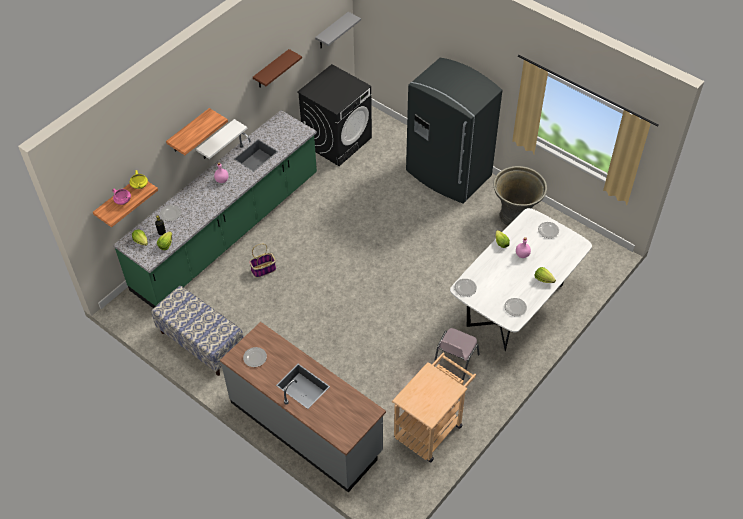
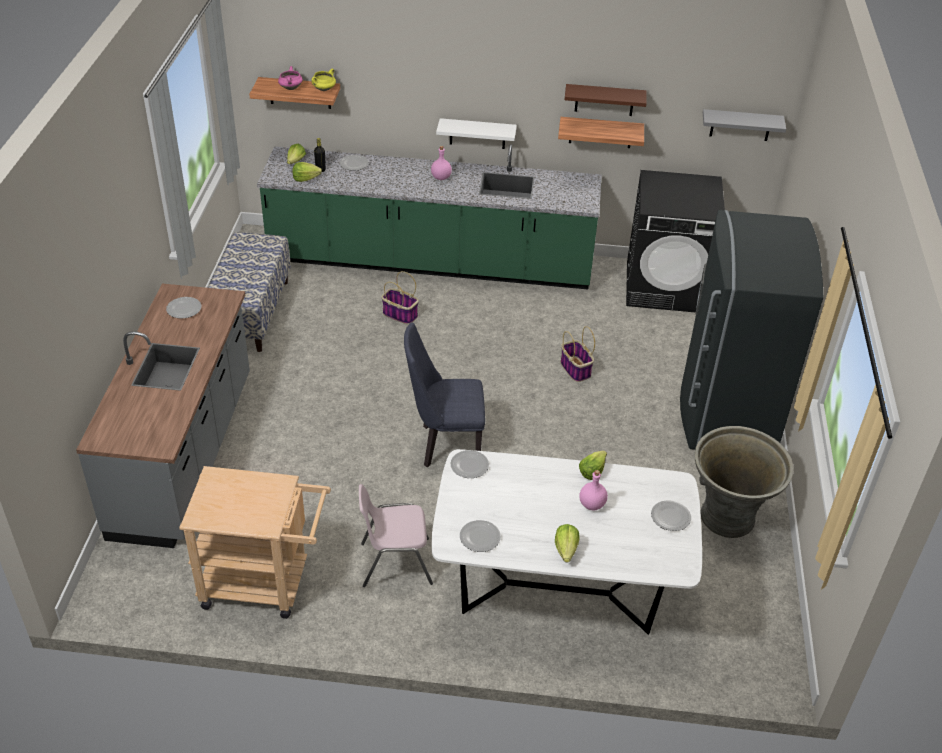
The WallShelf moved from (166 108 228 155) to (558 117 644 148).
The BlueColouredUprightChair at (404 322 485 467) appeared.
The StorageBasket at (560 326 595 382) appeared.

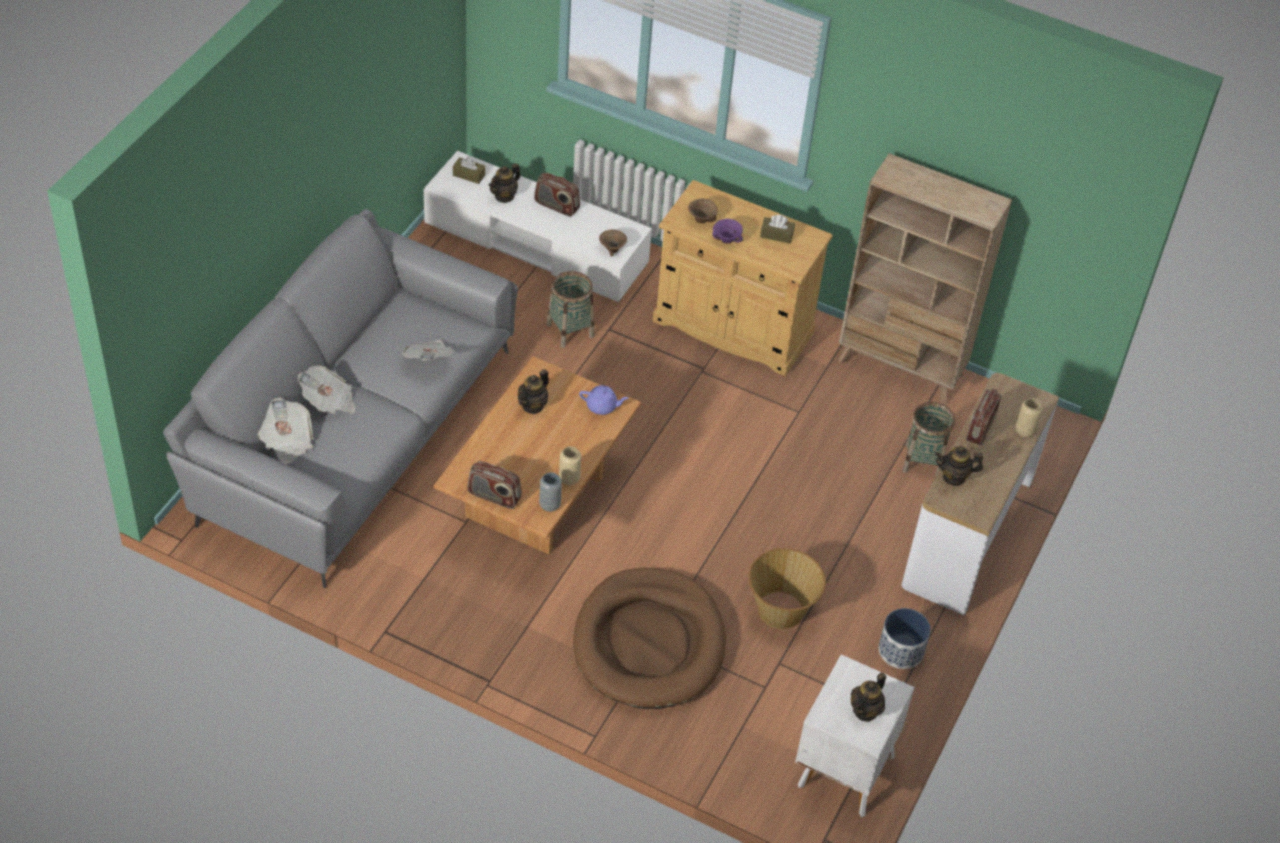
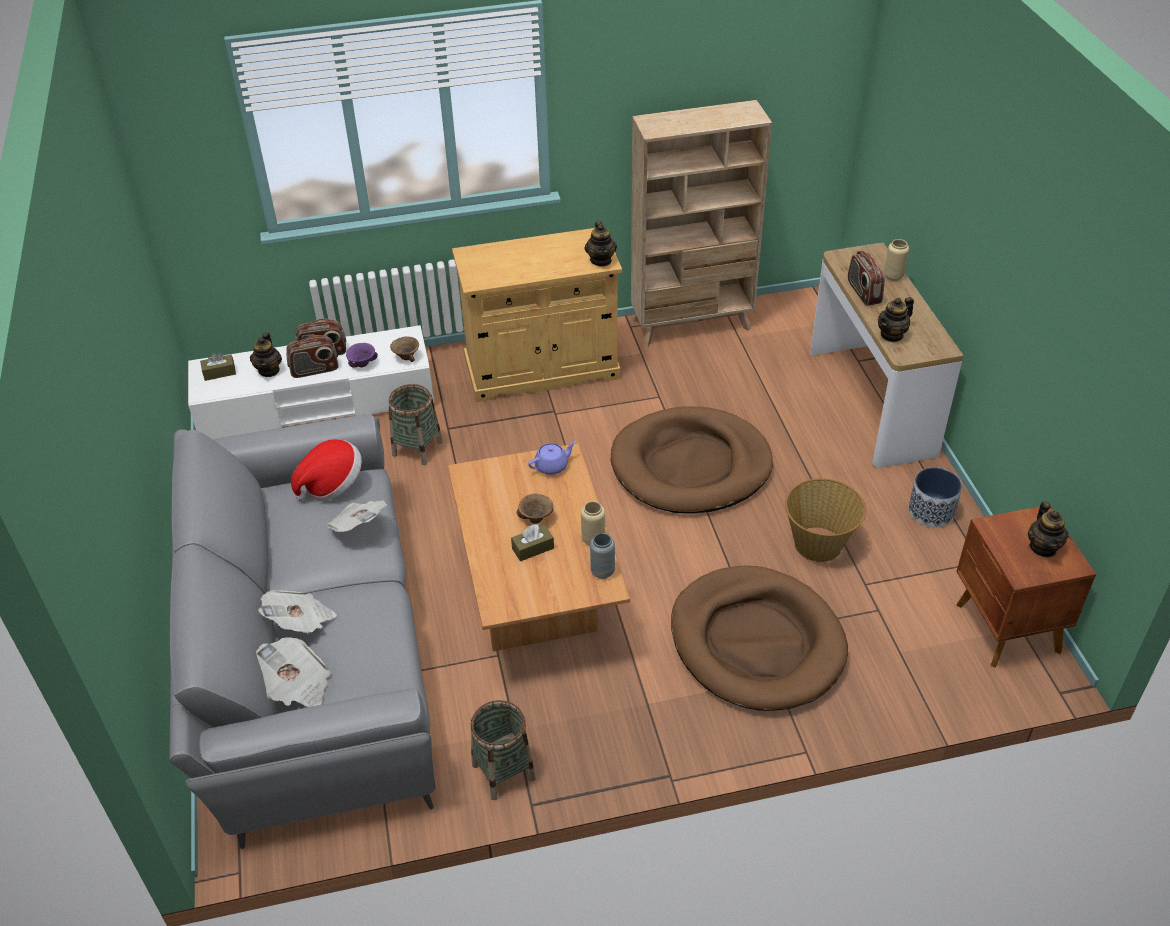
The Radio moved from (467 461 522 509) to (286 335 339 378).
The Teapot moved from (518 369 549 414) to (585 221 617 267).
The BrownDeepDish moved from (688 199 718 223) to (517 494 553 524).
The PurplishDeepDish moved from (712 219 743 244) to (346 343 378 367).
The BrownTissueHolder moved from (760 215 795 244) to (511 524 554 561).
The WhiteNightTable at (795 654 915 817) became the BrownNightTable at (956 506 1096 667).
The StorageBasket moved from (902 402 955 477) to (470 700 536 800).
The Hat at (291 439 362 501) appeared.
The BrownPetBed at (611 406 773 514) appeared.

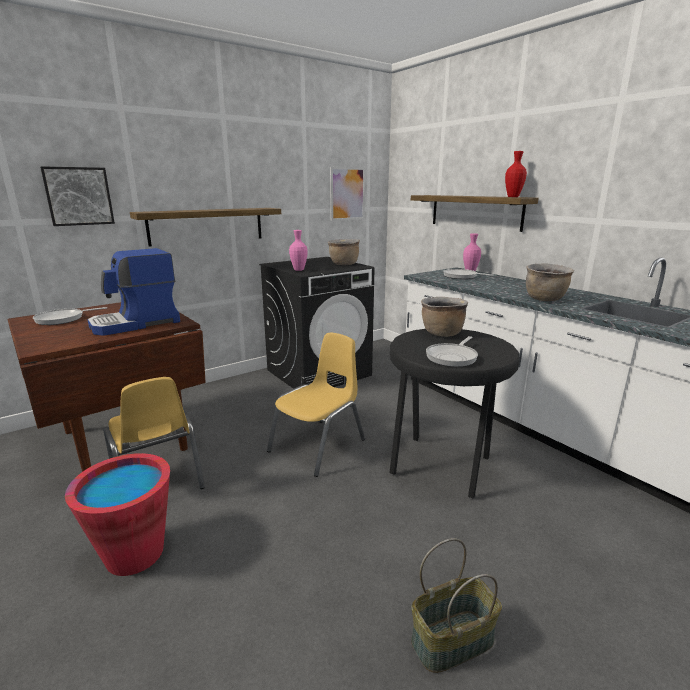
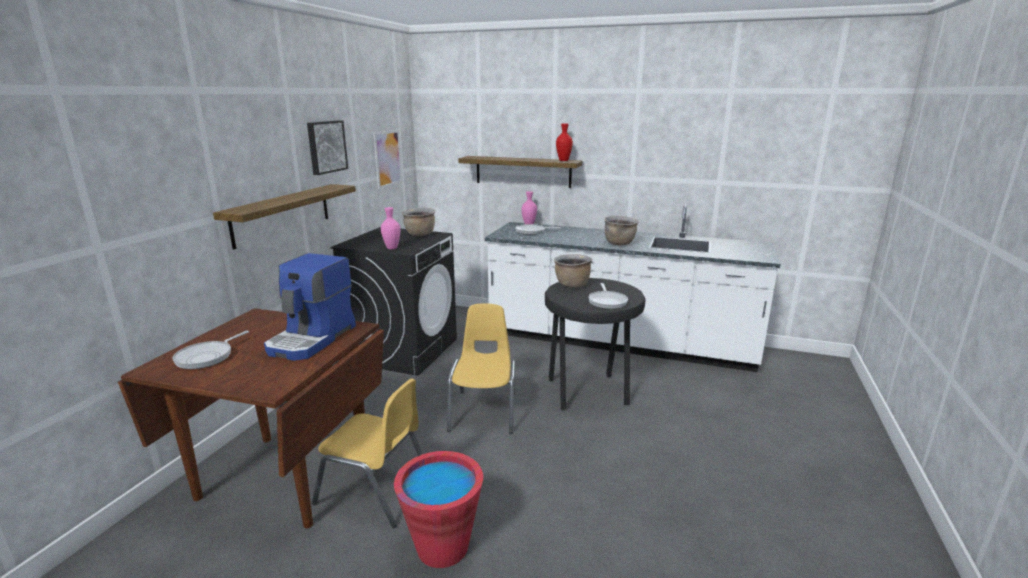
The WallPicture moved from (40 166 115 226) to (307 120 348 175).
The StorageBasket at (411 538 502 673) disappeared.

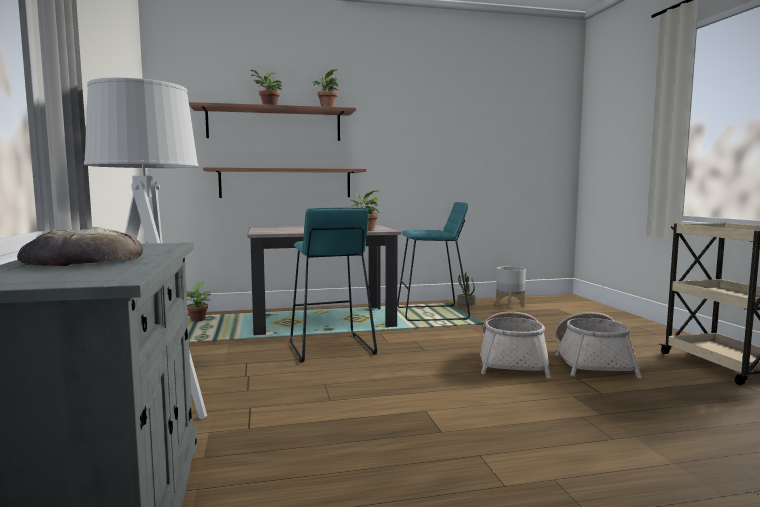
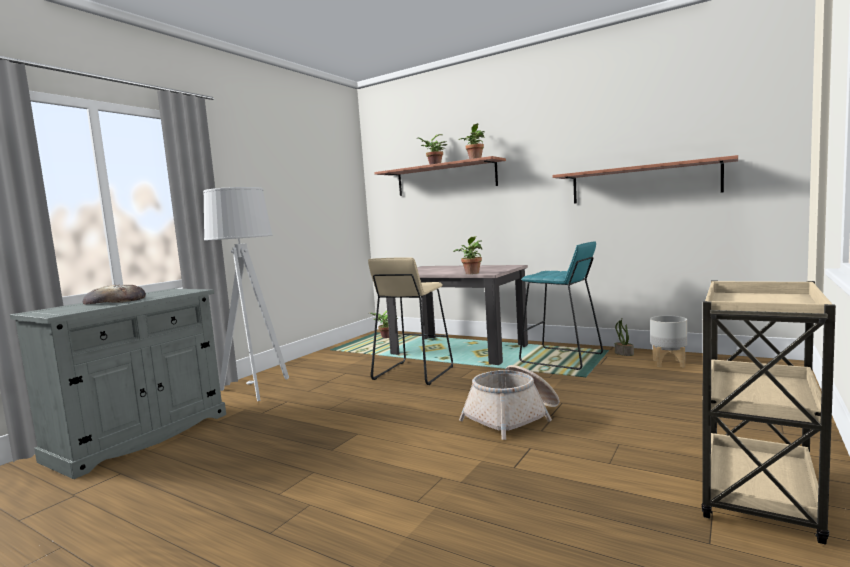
The WallShelf moved from (203 167 366 198) to (552 155 738 204).
The TurquoiseColouredStool at (290 207 377 363) became the SandColouredStool at (368 257 453 385).
The StorageBasket at (555 312 642 379) disappeared.

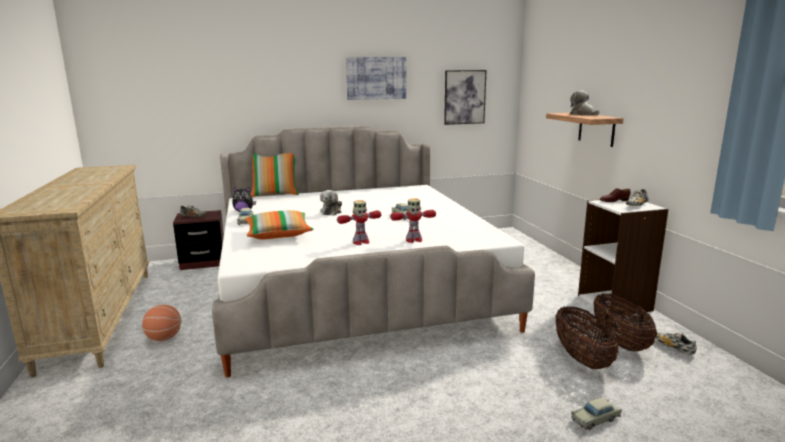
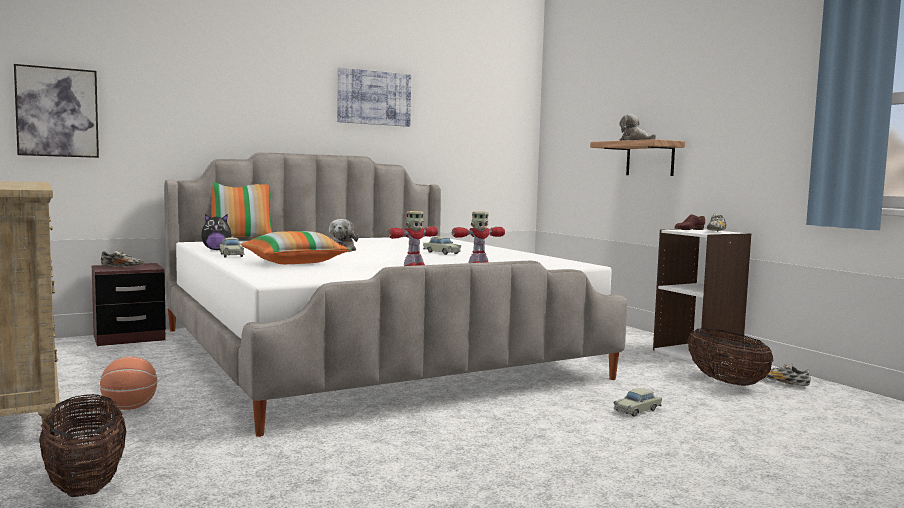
The WallPicture moved from (444 70 486 125) to (14 64 99 158).
The StorageBasket moved from (556 306 619 369) to (39 394 127 497).
The SandColouredMiniatureCar moved from (571 398 622 430) to (614 388 662 417).

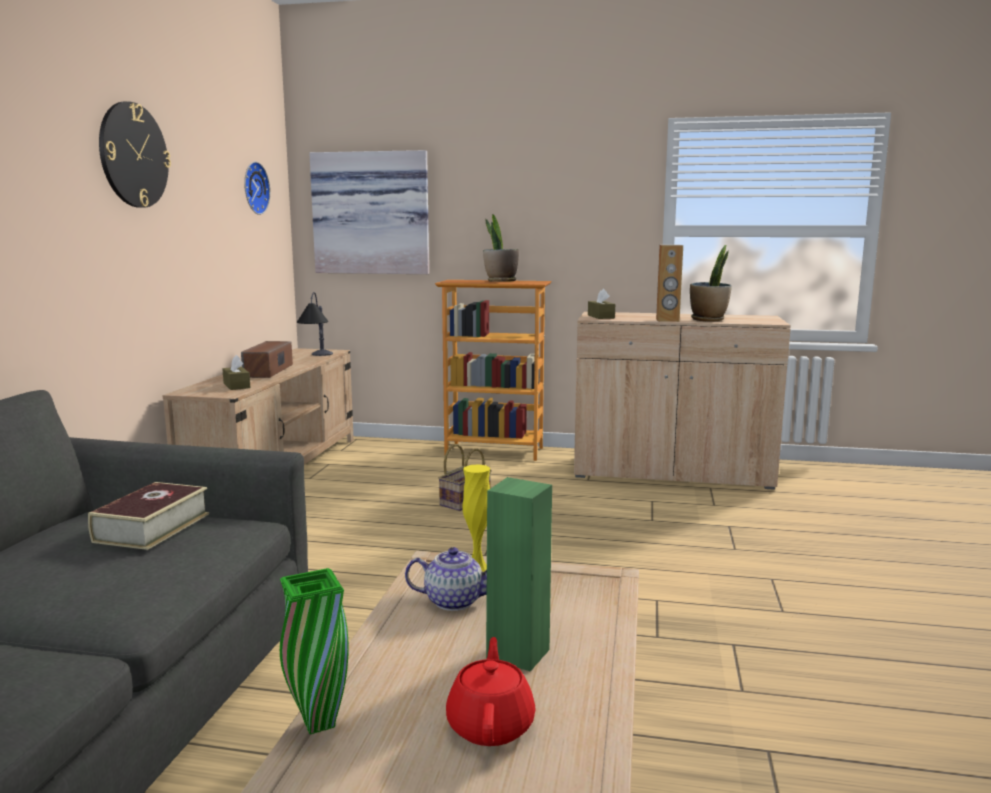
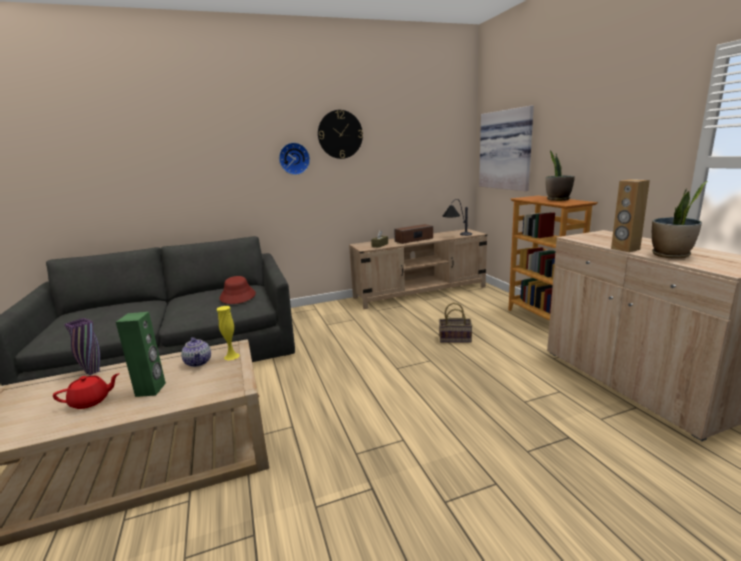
The BoundBook at (88 482 209 550) was replaced by the ReddishHat at (219 276 256 304).
The HangingClock moved from (244 162 270 215) to (279 142 310 175).
The GreenFlowerVase at (280 568 349 734) became the PurplishFlowerVase at (65 318 100 375).
The BrownTissueHolder at (588 289 615 319) disappeared.

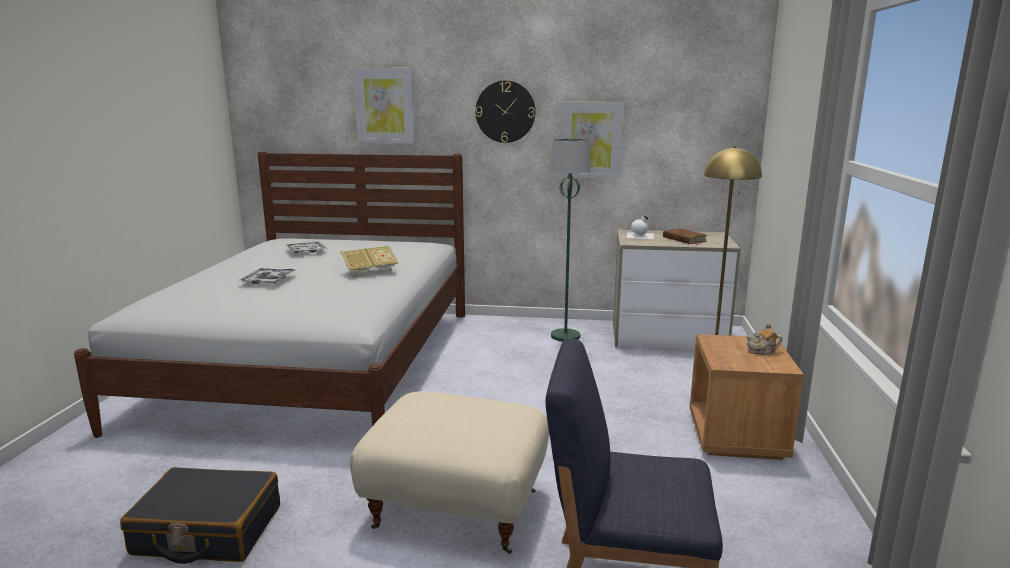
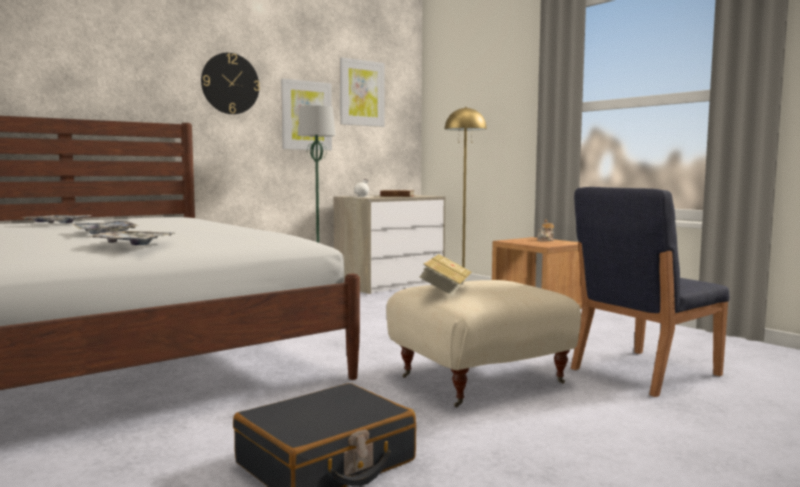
The BoundBook moved from (341 246 398 277) to (420 254 472 296).
The WallPicture moved from (353 68 415 143) to (340 57 385 127).
The Tray at (87 231 175 245) appeared.

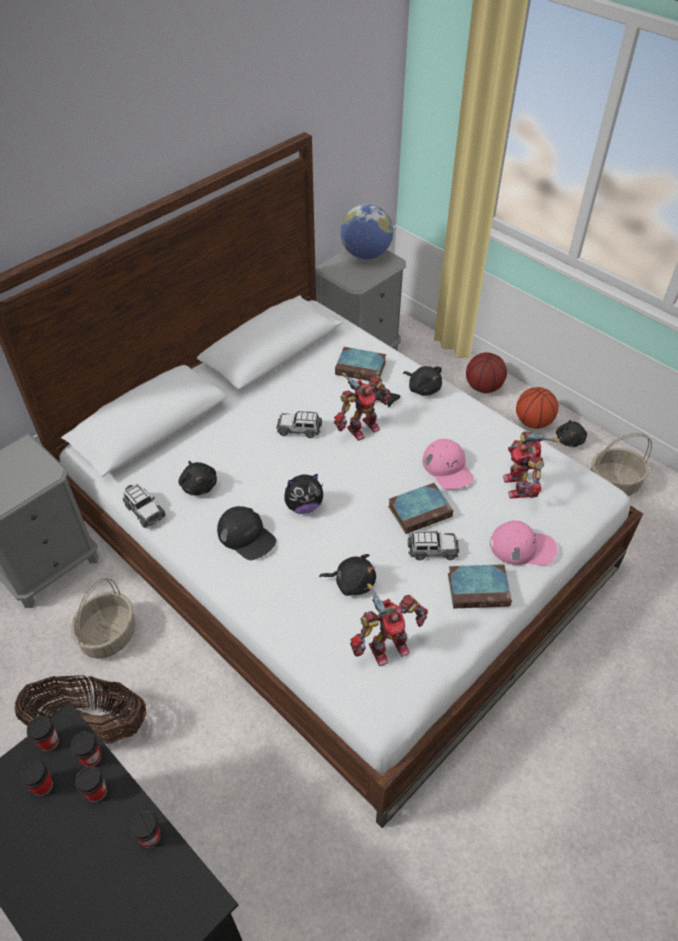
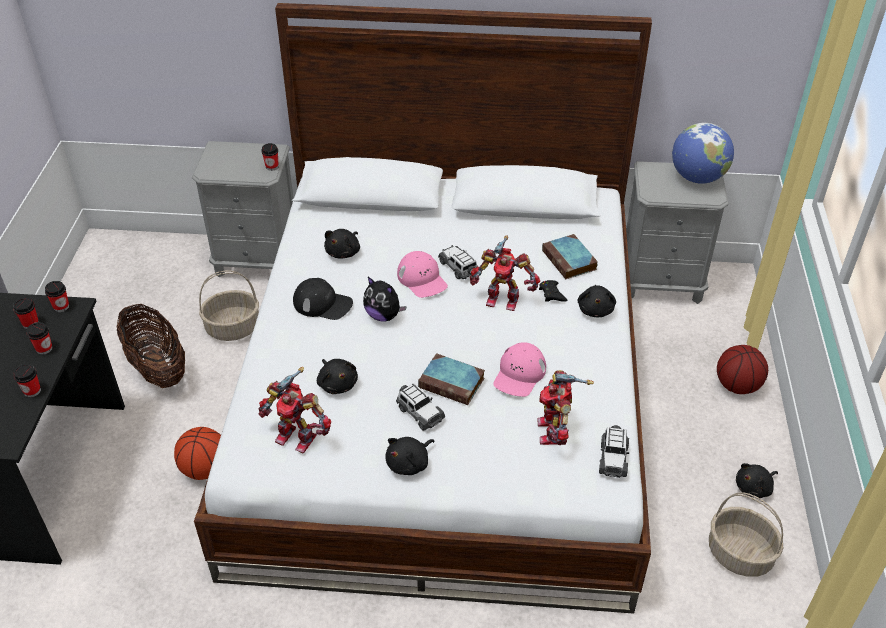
The Cup moved from (70 732 101 767) to (261 143 278 171).
The MiniatureCar moved from (123 483 166 528) to (599 425 629 478).
The BlackBaseballCap at (217 506 276 560) turned 75 degrees counterclockwise.
The BoundBook at (448 564 512 608) was replaced by the BlackSoftToy at (385 437 435 475).
The PinkBaseballCap moved from (490 520 557 566) to (397 251 448 298).
The ToyRobot at (503 431 560 498) turned 45 degrees counterclockwise.
The BasketballBall moved from (516 387 559 429) to (174 427 221 480).

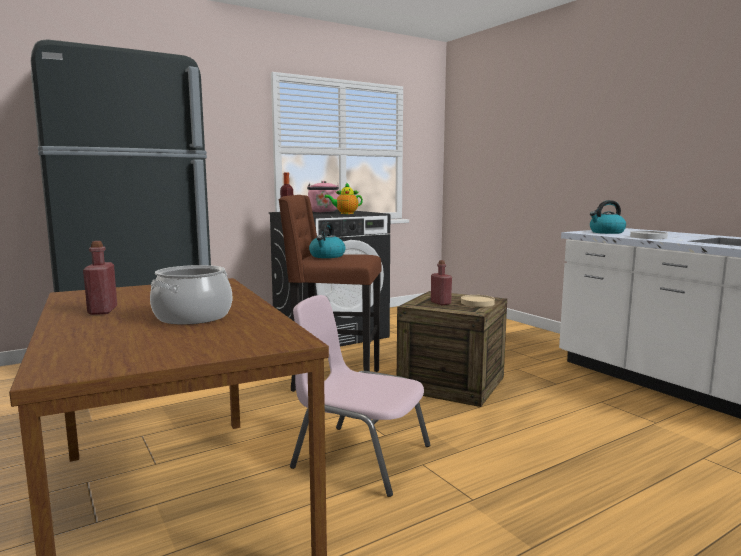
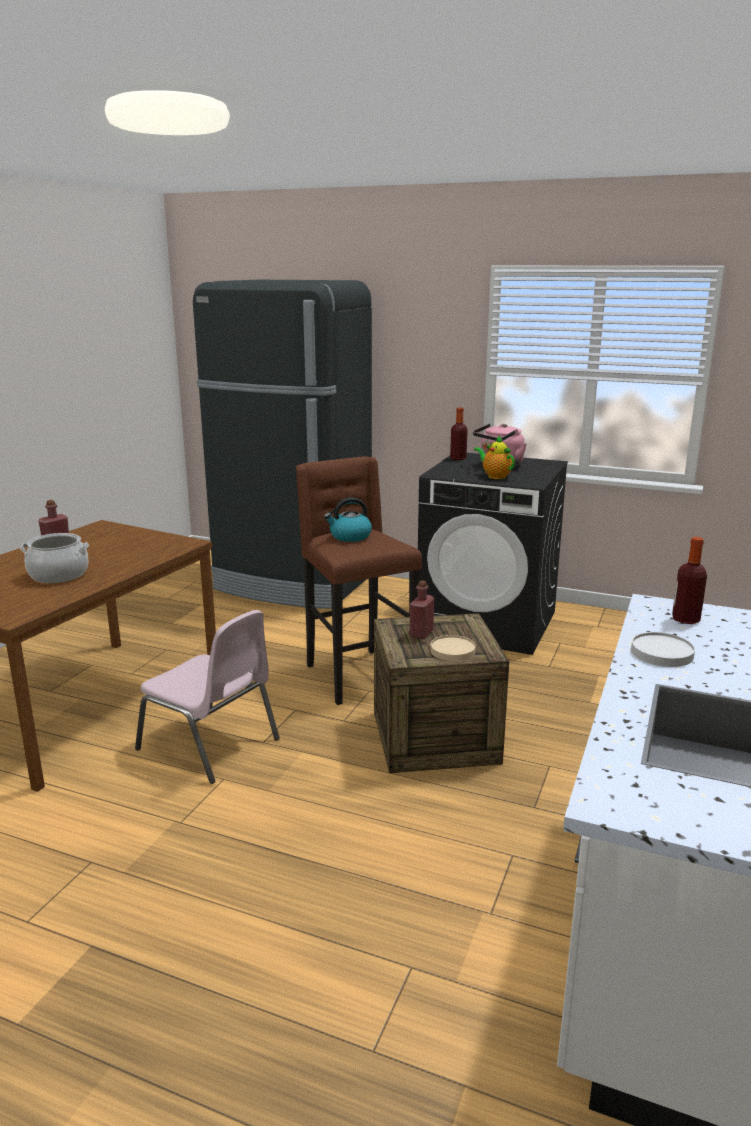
The PinkUprightChair at (290 295 430 497) turned 135 degrees clockwise.
The TeaKettle at (590 200 626 234) was replaced by the Bottle at (672 537 707 624).

